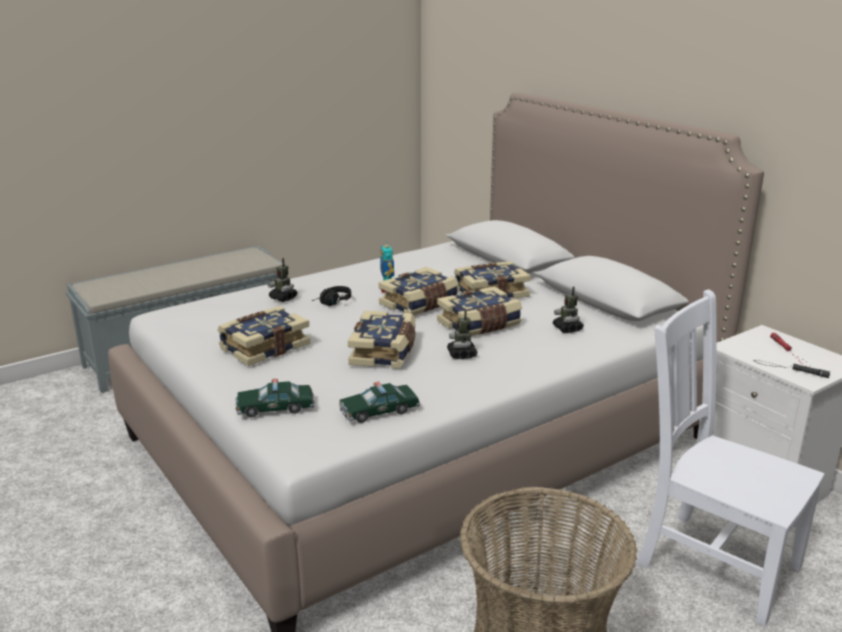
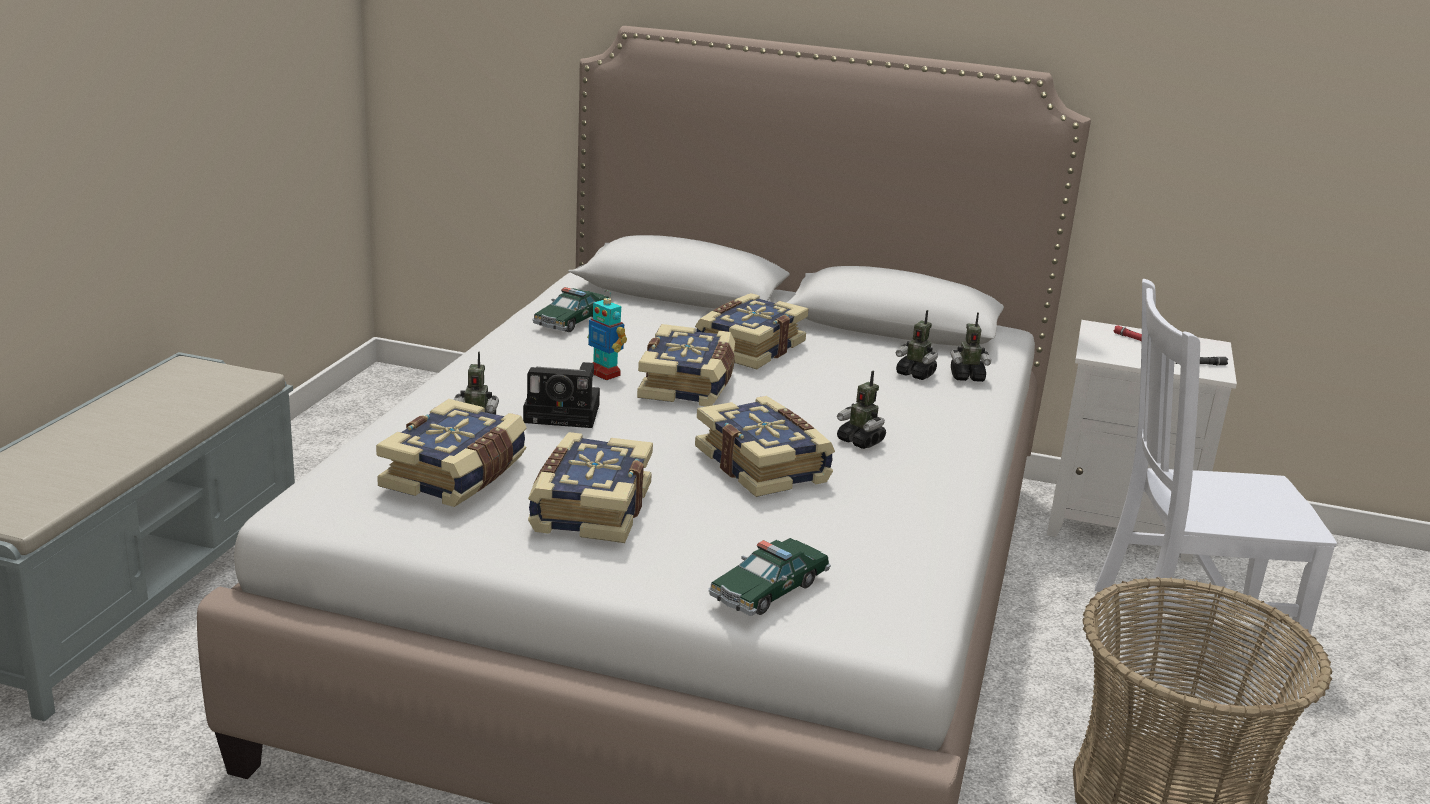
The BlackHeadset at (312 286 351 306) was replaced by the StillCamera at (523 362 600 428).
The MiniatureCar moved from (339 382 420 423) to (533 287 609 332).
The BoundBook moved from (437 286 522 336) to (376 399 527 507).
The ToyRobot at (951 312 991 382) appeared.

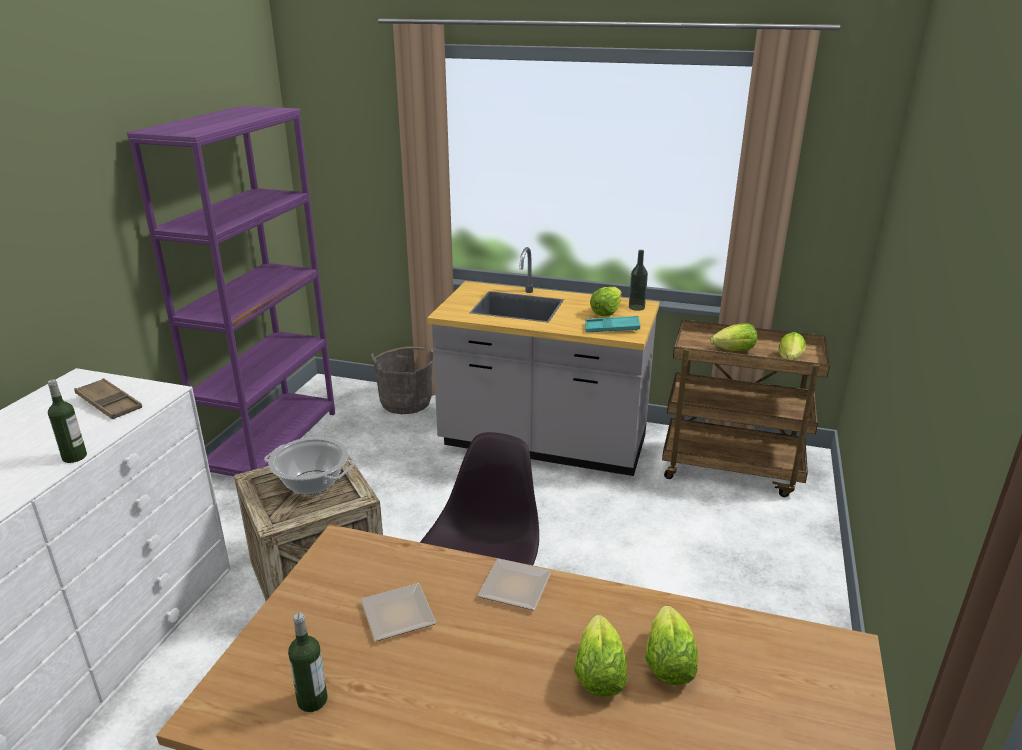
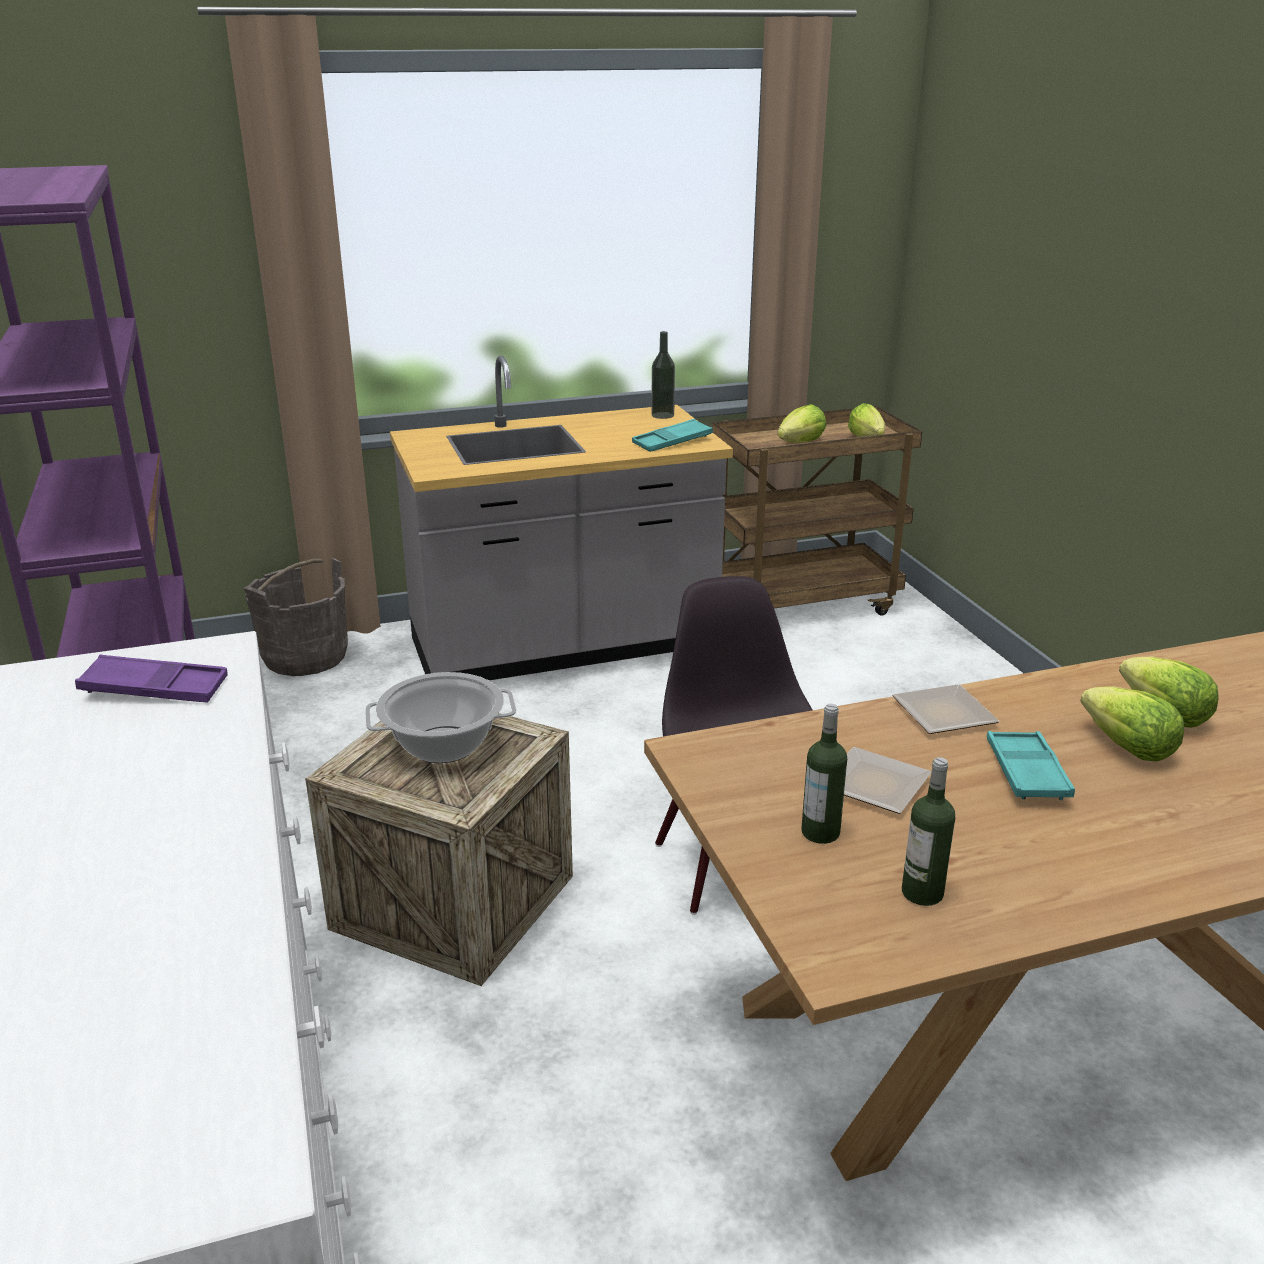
The Bottle moved from (48 380 87 463) to (801 704 847 844).
The BrownTray at (74 378 142 420) became the PurplishTray at (75 655 228 703).
The Lettuce at (590 287 622 316) disappeared.
The TurquoiseColouredTray at (987 731 1075 800) appeared.

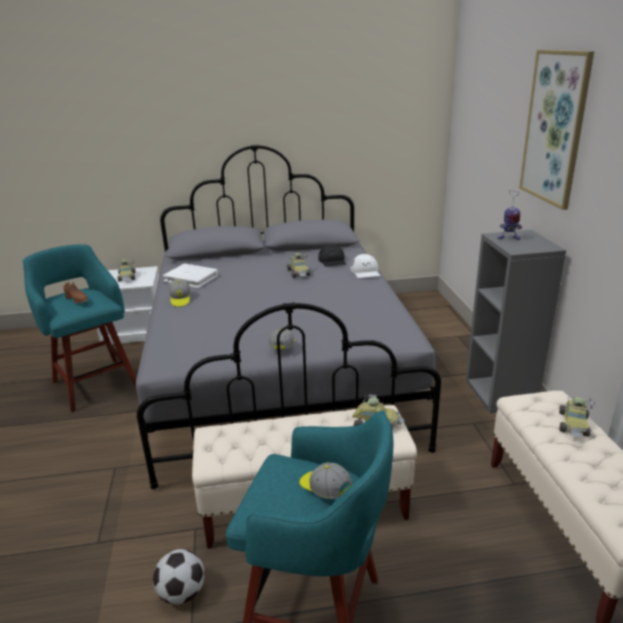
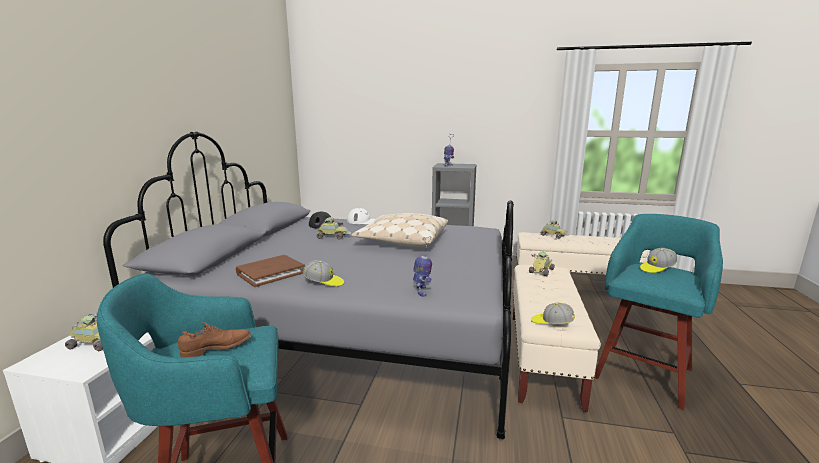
The Football at (153 549 204 605) disappeared.
The WhiteBoundBook at (163 264 218 288) became the BrownBoundBook at (236 255 305 287).
The BaseballCap moved from (269 329 295 349) to (531 303 575 324).
The WallPicture at (519 50 594 210) disappeared.
The SandColouredThrowPillow at (351 213 448 247) appeared.
The ToyRobot at (413 236 432 297) appeared.

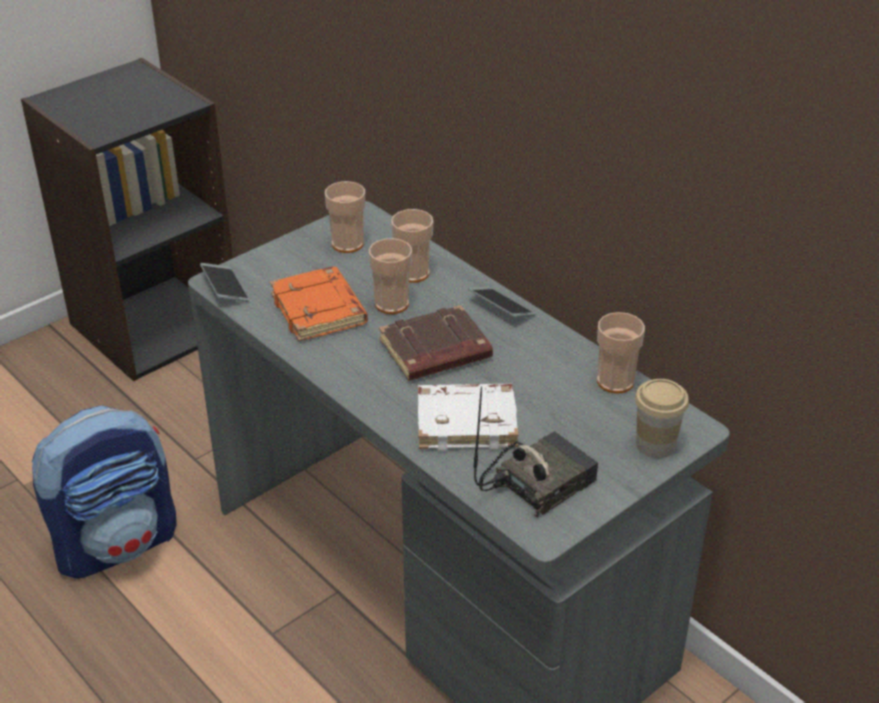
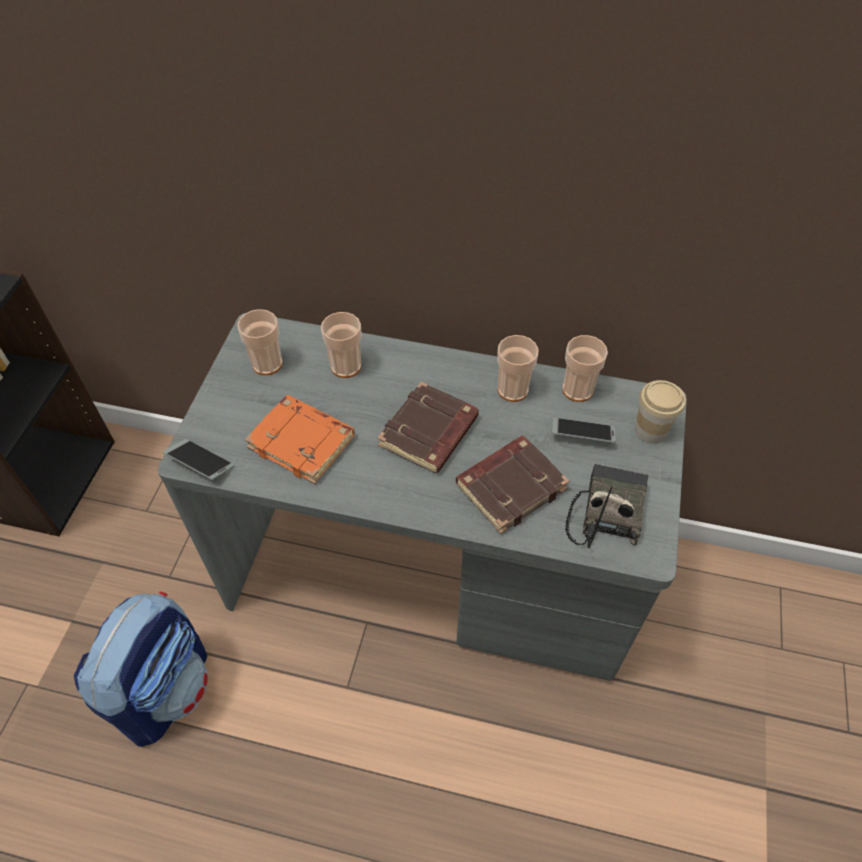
The Cup moved from (369 238 412 314) to (497 335 539 402).
The WhiteBoundBook at (418 384 519 451) became the BrownBoundBook at (456 436 570 534).
The Handset moved from (468 287 535 317) to (552 418 616 443).

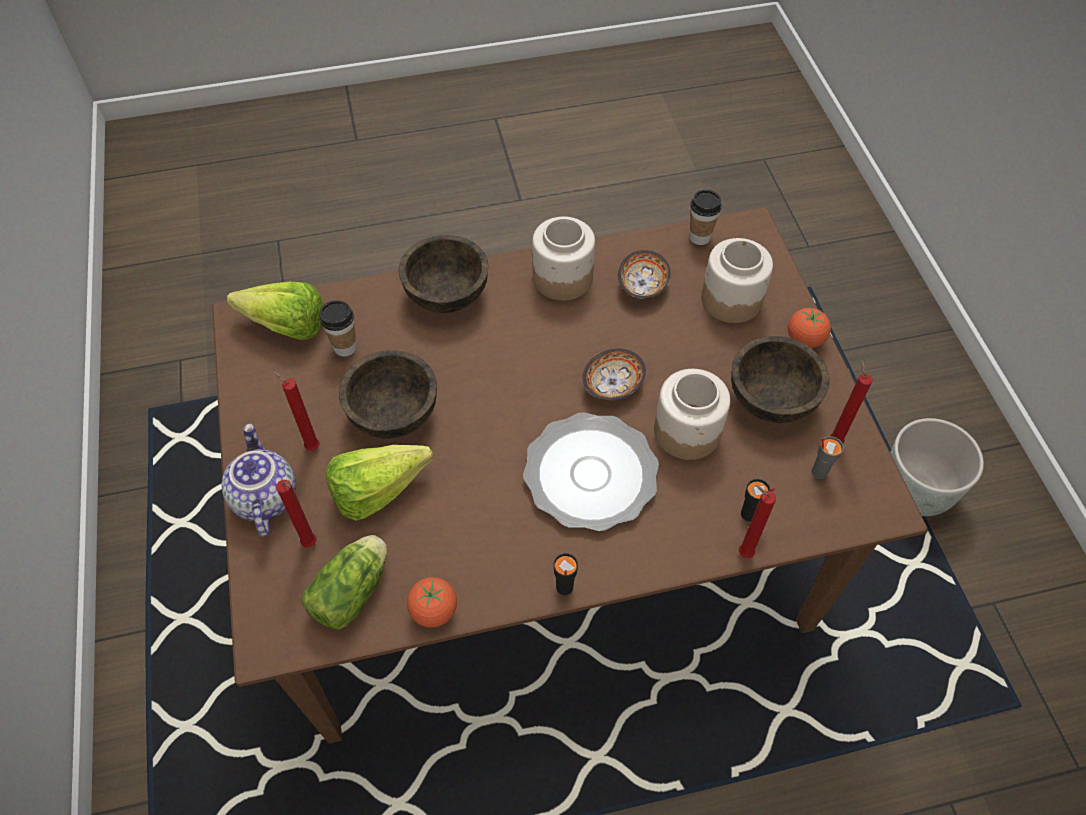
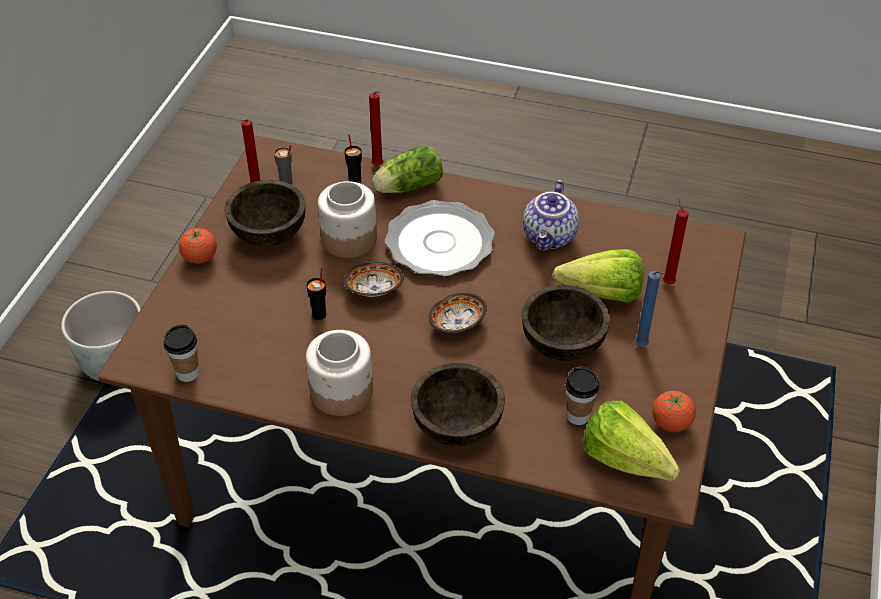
The Teapot moved from (222 423 296 537) to (523 180 579 251).
The ReddishCandle at (273 371 320 451) became the BlueColouredCandle at (635 271 665 347).
The Lettuce moved from (301 535 387 630) to (372 146 443 193).
The WholeTomato moved from (407 577 457 627) to (652 391 696 432).
The BlackCup moved from (554 553 578 595) to (306 267 326 320).
The DeepDish moved from (618 250 671 299) to (429 293 487 333).
The StorageJar at (701 238 773 323) disappeared.

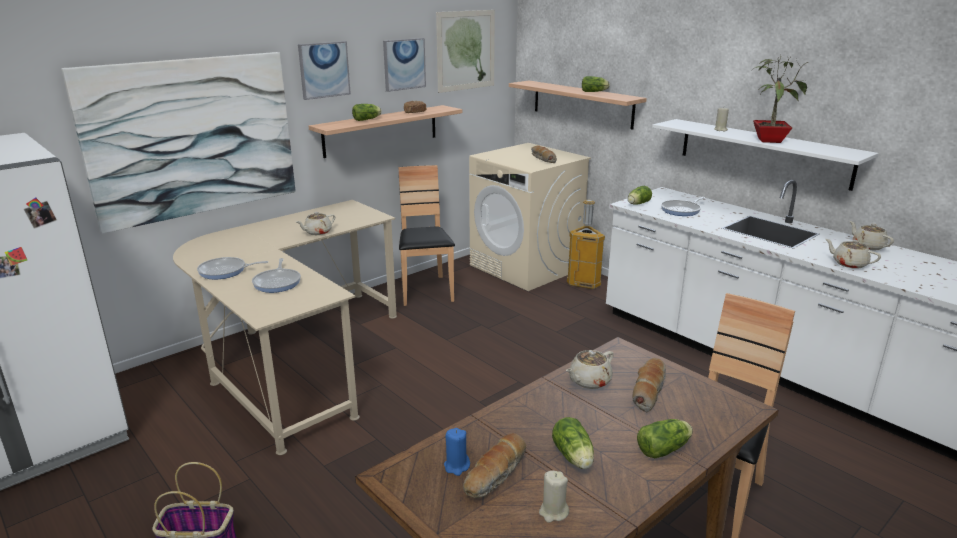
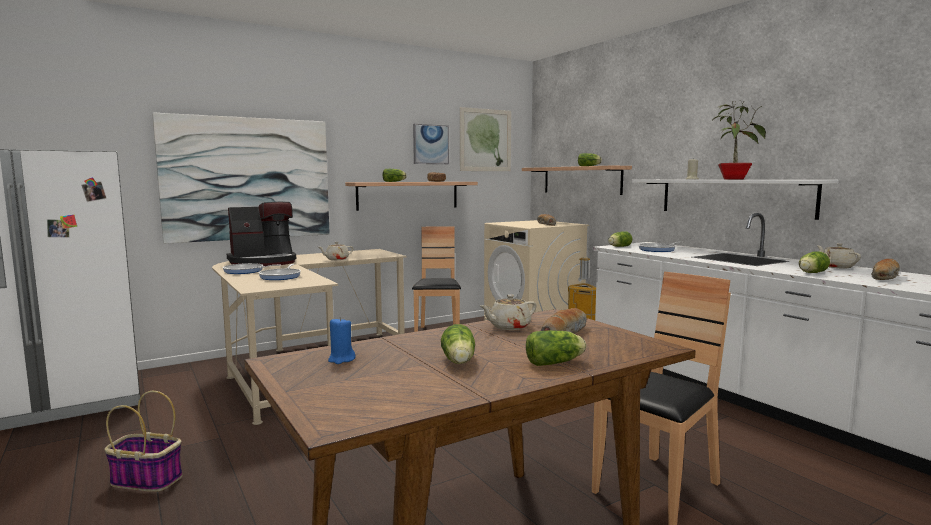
The WallPicture at (298 41 351 100) disappeared.
The Bread moved from (463 433 526 498) to (871 259 900 280).
The SandColouredCandle at (539 471 569 523) disappeared.
The SandColouredTeapot at (825 239 881 269) was replaced by the Lettuce at (799 251 830 273).
The CoffeeBrewer at (227 202 296 266) appeared.

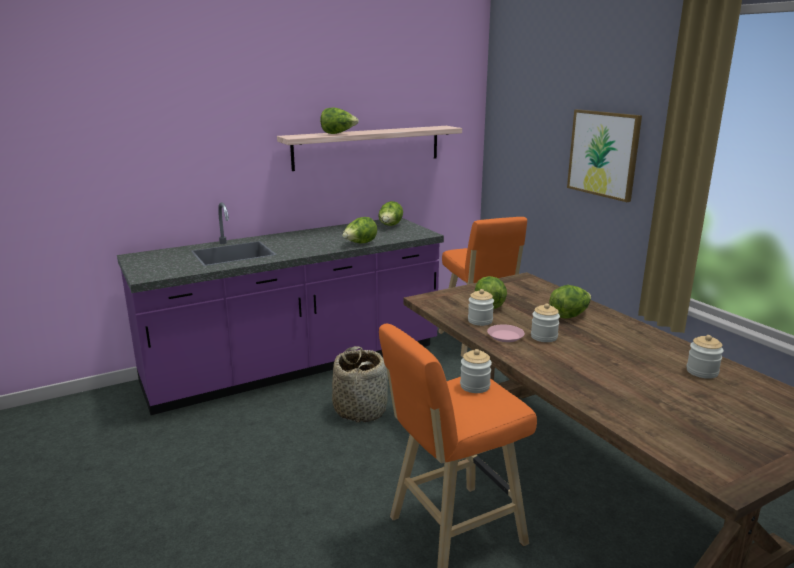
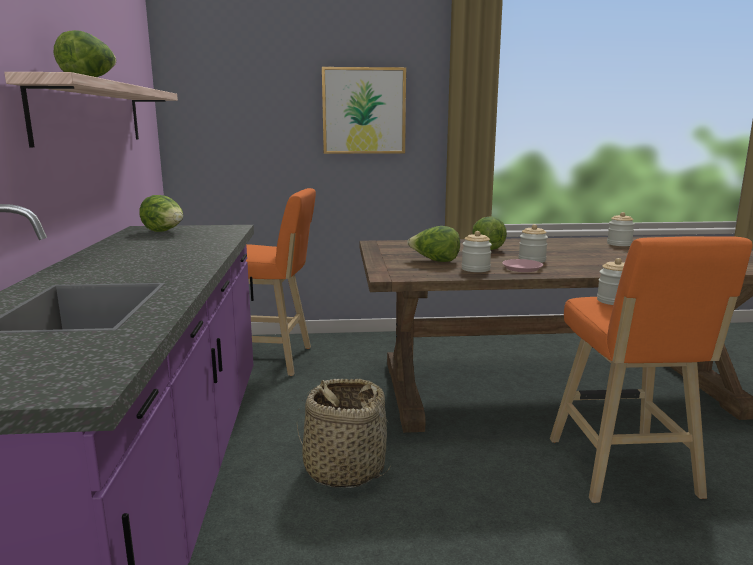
The Lettuce at (342 217 377 243) disappeared.

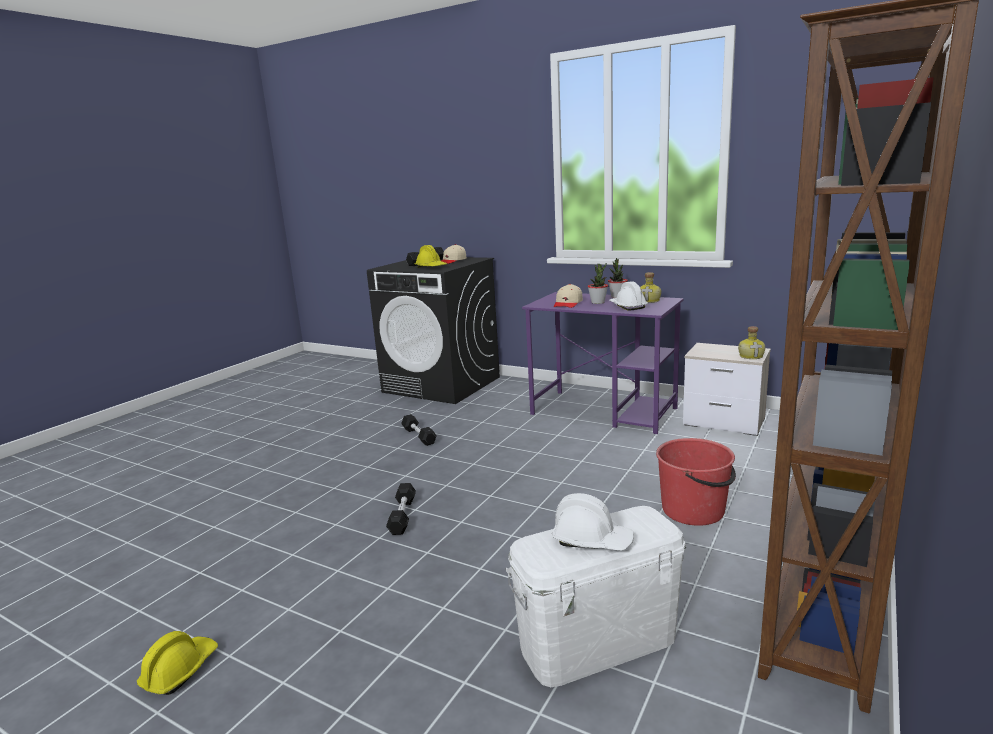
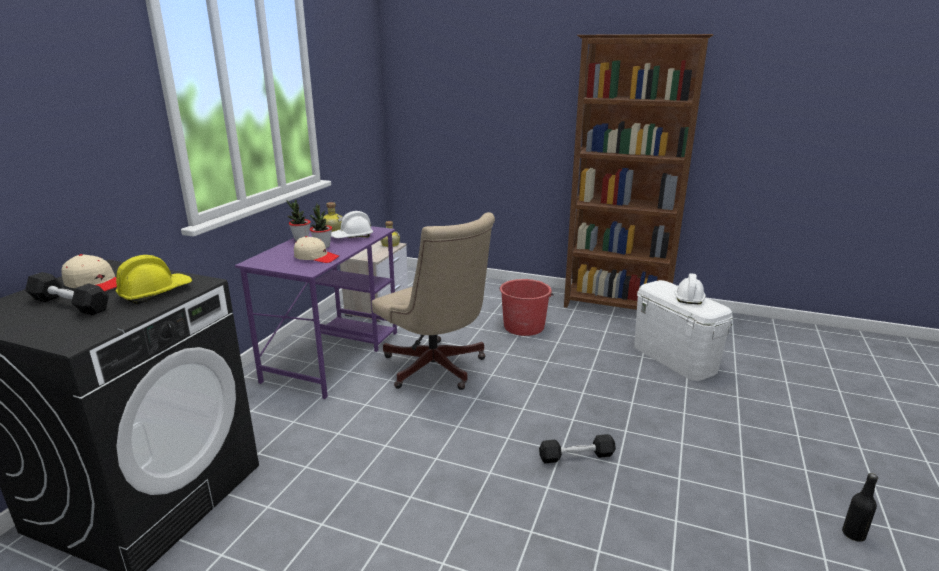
The YellowHardHat at (137 631 218 695) was replaced by the BlackBottle at (842 473 878 542).
The BlackFreeWeight at (401 414 437 446) disappeared.
The SandColouredComputerChair at (372 212 495 390) appeared.

